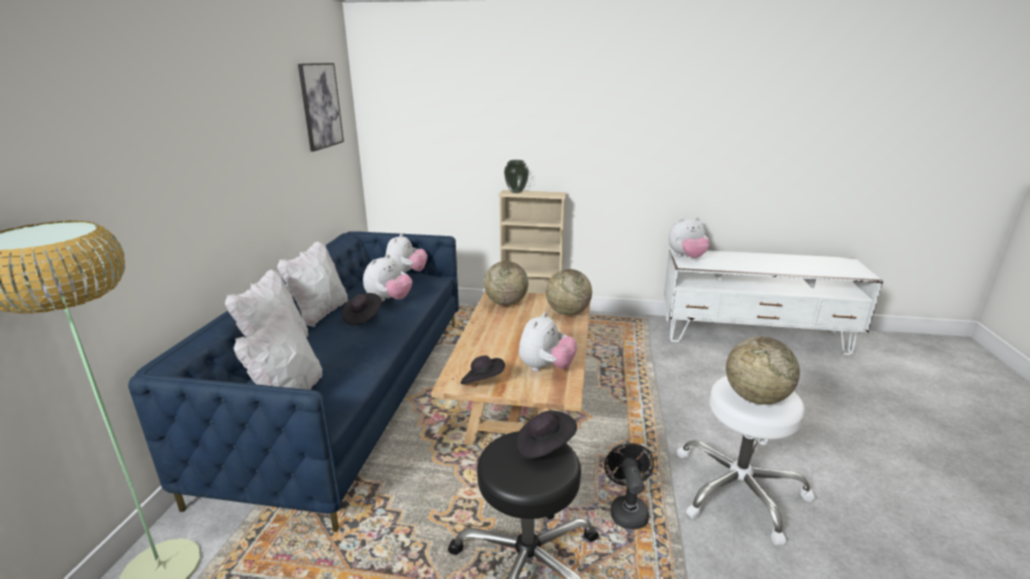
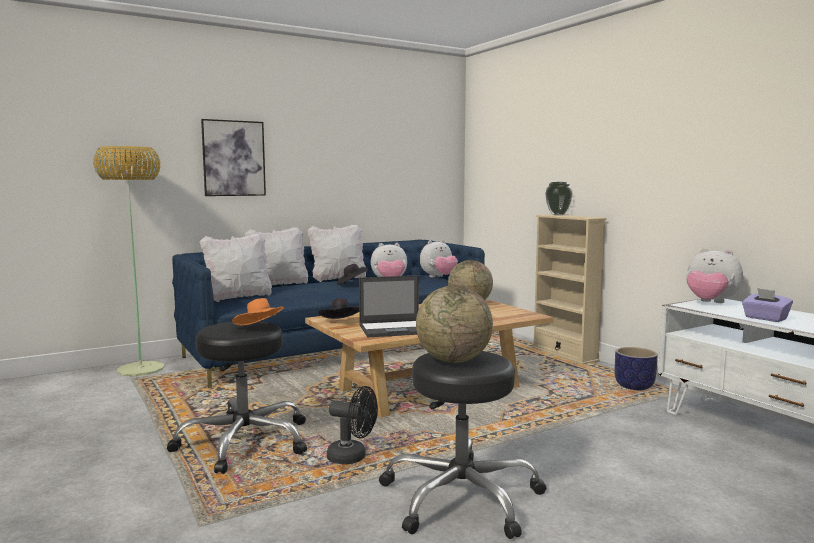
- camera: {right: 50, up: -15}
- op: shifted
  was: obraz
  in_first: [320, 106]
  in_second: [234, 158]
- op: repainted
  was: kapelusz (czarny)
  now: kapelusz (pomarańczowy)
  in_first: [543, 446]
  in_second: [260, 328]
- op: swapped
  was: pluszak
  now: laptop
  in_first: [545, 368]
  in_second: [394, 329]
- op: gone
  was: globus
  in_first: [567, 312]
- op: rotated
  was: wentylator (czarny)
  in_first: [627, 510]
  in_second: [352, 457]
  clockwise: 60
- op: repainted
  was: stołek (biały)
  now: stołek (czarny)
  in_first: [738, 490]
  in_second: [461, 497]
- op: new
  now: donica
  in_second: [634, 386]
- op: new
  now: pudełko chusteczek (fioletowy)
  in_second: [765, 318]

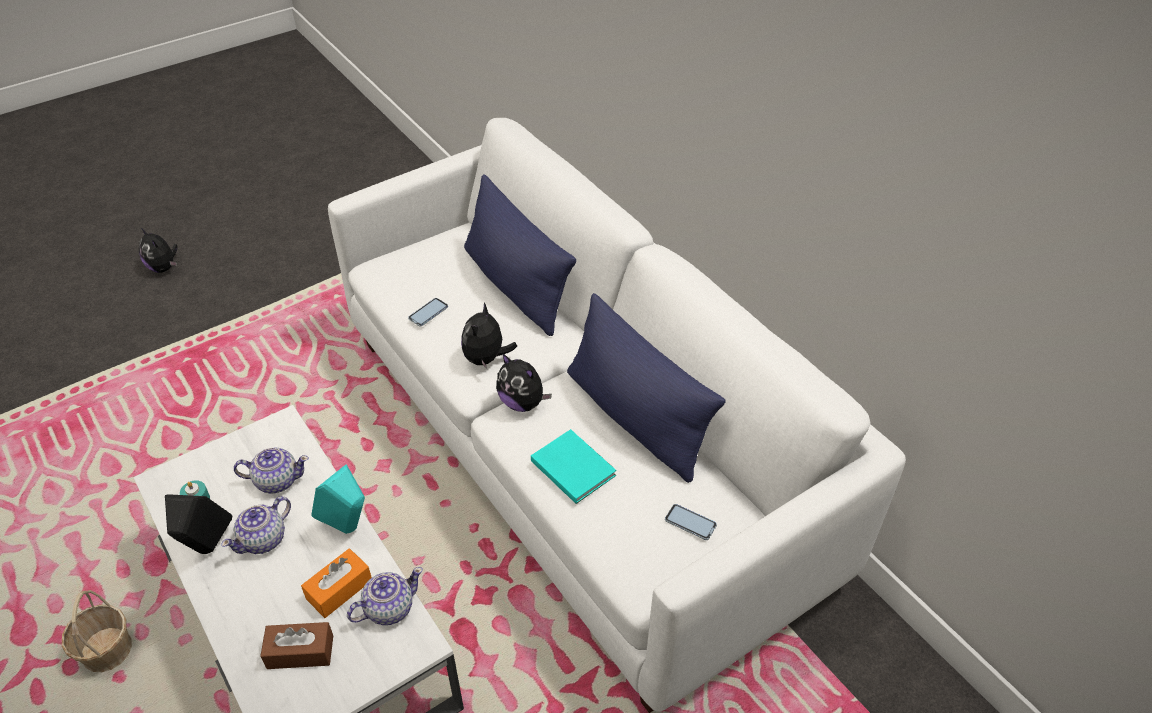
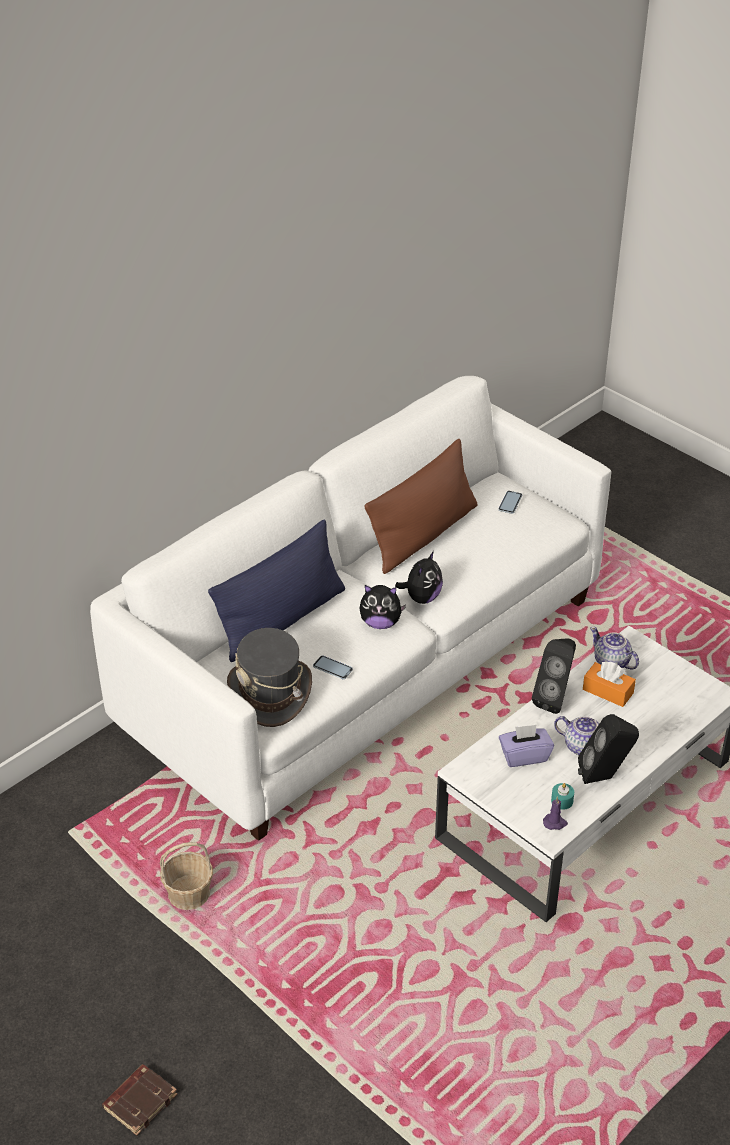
- camera: {right: -100, up: -5}
- op: shifted
  was: koszyk
  in_first: [107, 651]
  in_second: [189, 894]
- op: swapped
  was: pluszak
  now: książka (brązowy)
  in_first: [164, 268]
  in_second: [140, 1101]
- op: swapped
  was: imbryk
  now: pudełko chusteczek (fioletowy)
  in_first: [276, 480]
  in_second: [524, 756]
- op: gone
  was: pudełko chusteczek (brązowy)
  in_first: [300, 652]
- op: repainted
  was: głośnik (turkusowy)
  now: głośnik (czarny)
  in_first: [349, 529]
  in_second: [554, 699]
- op: gone
  was: książka (turkusowy)
  in_first: [572, 466]
- op: repainted
  was: poduszka (niebieski)
  now: poduszka (brązowy)
  in_first: [635, 418]
  in_second: [423, 535]
- op: new
  now: kapelusz (szary)
  in_second: [270, 692]
- op: new
  now: świeca (fioletowy)
  in_second: [555, 823]

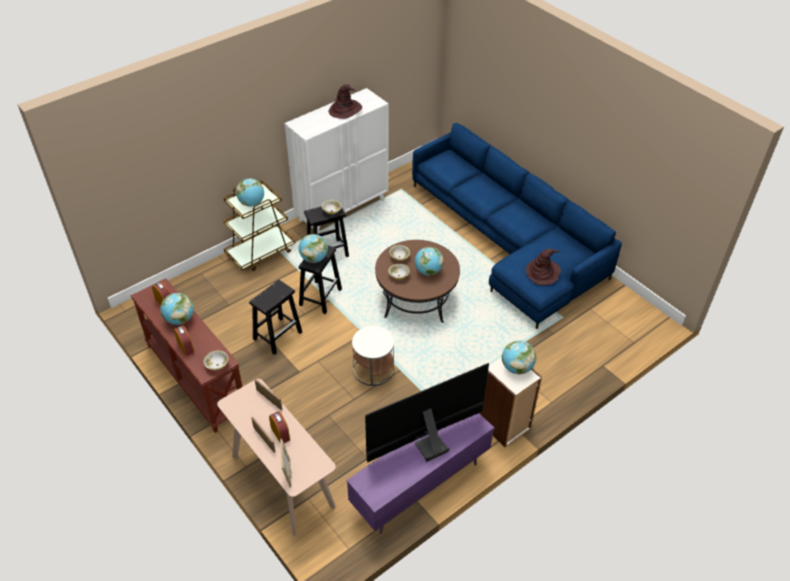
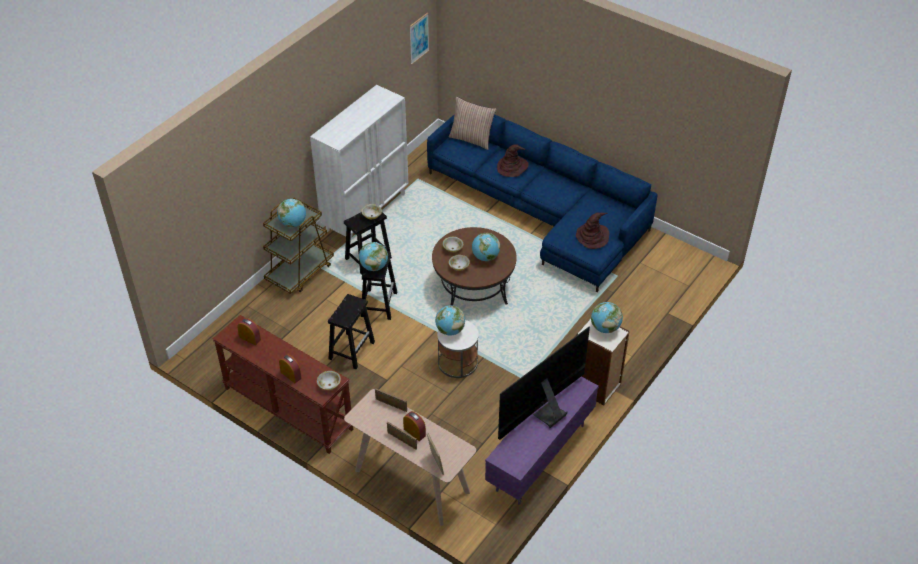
- camera: {right: -15, up: 0}
- op: shifted
  was: globus
  in_first: [179, 319]
  in_second: [450, 330]
- op: shifted
  was: kapelusz (brązowy)
  in_first: [345, 110]
  in_second: [512, 167]
- op: new
  now: obraz
  in_second: [419, 38]
- op: new
  now: poduszka
  in_second: [472, 139]

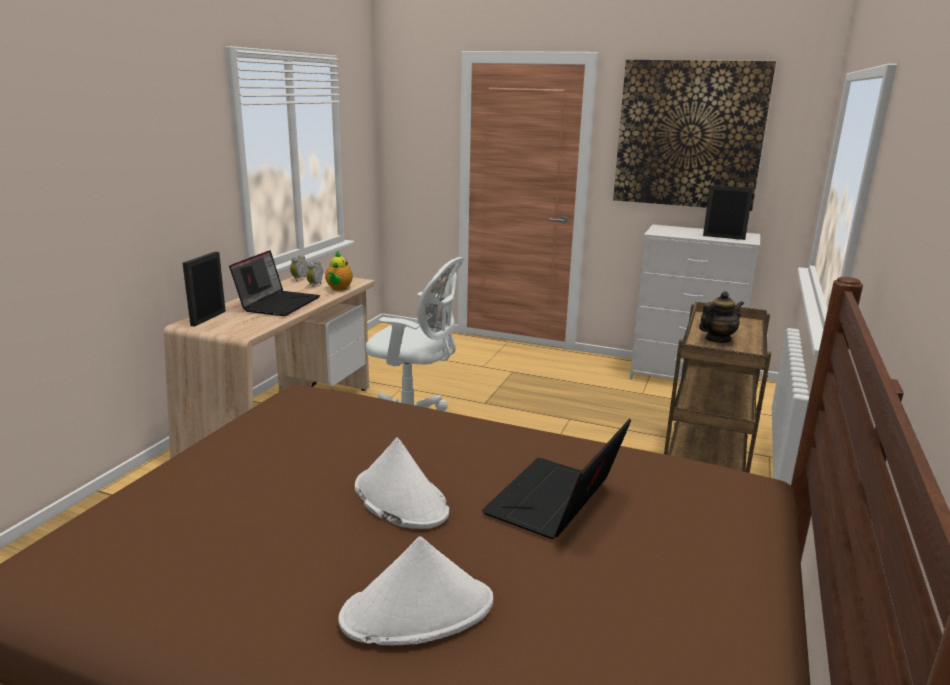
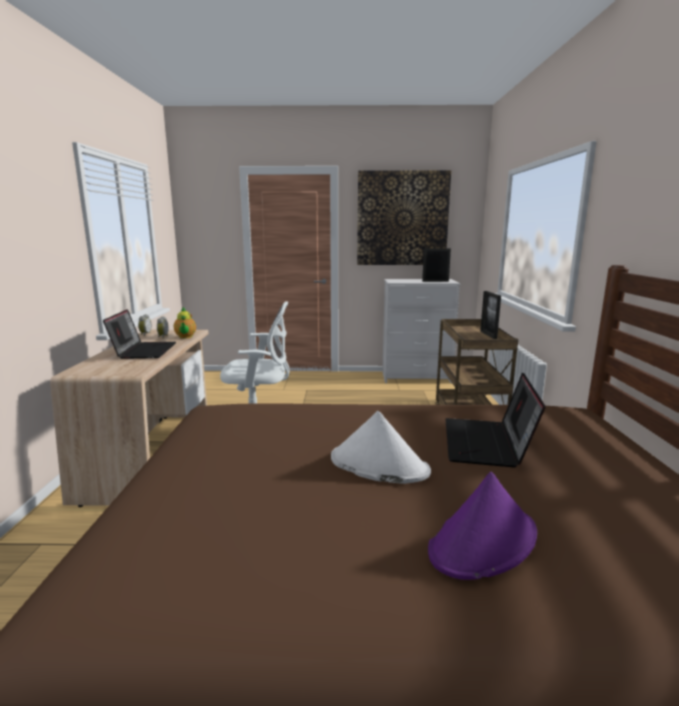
- camera: {right: -20, up: -5}
- op: shifted
  was: ramka na zdjęcie
  in_first: [208, 318]
  in_second: [488, 335]
- op: repainted
  was: kapelusz (biały)
  now: kapelusz (fioletowy)
  in_first: [418, 611]
  in_second: [483, 542]
- op: gone
  was: imbryk
  in_first: [717, 339]

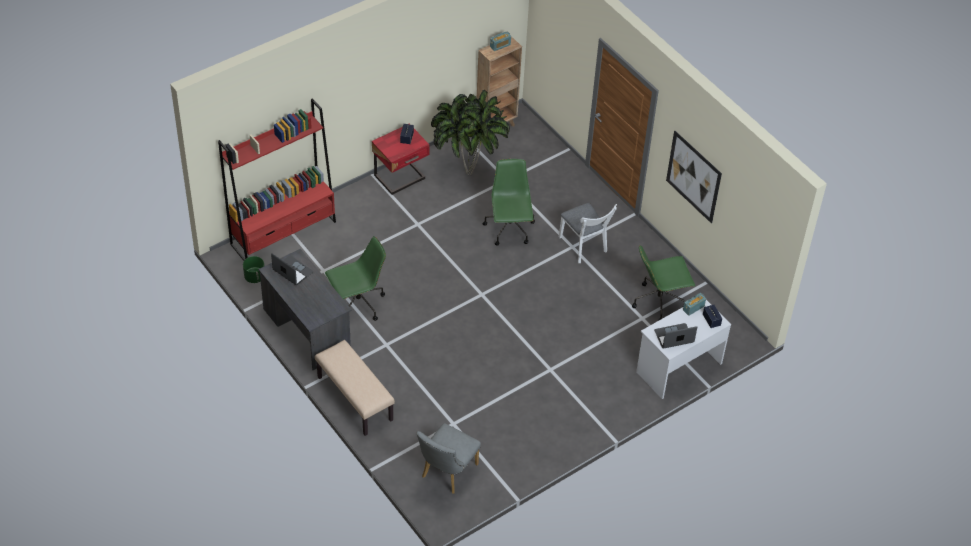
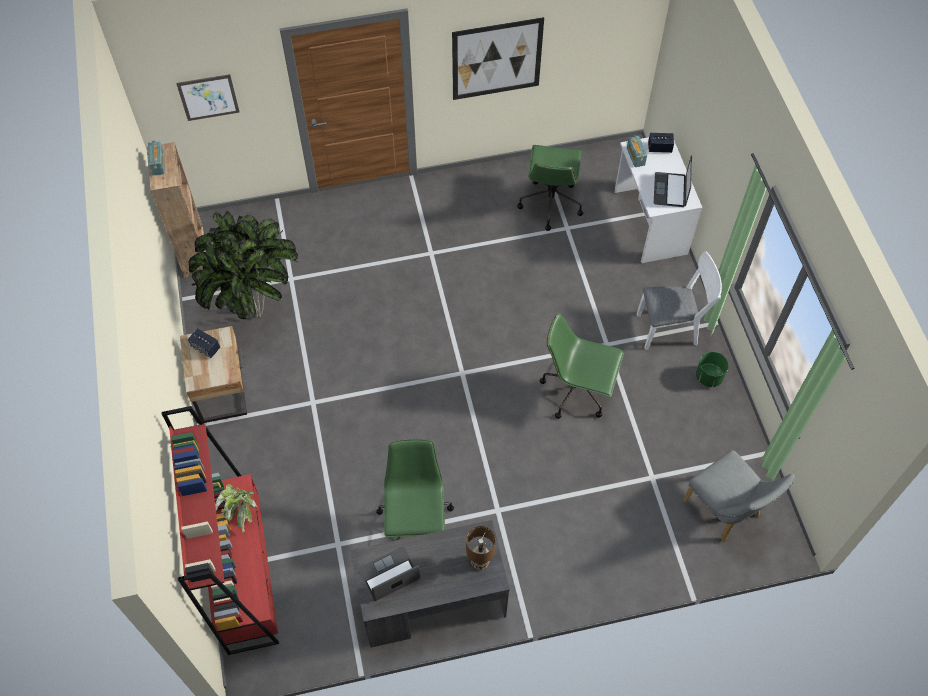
- camera: {right: -65, up: 10}
- op: shifted
  was: donica (zielony)
  in_first: [254, 277]
  in_second: [708, 377]
- op: gone
  was: ławka (beżowy)
  in_first: [354, 399]
- op: repainted
  was: szafka nocna (czerwony)
  now: szafka nocna (beżowy)
  in_first: [401, 178]
  in_second: [223, 393]
- op: shifted
  was: krzesło biurowe (zielony)
  in_first: [509, 229]
  in_second: [577, 391]
- op: shifted
  was: krzesło (biały)
  in_first: [584, 247]
  in_second: [672, 328]
- op: new
  now: obraz
  in_second: [208, 97]
- op: new
  now: roślina doniczkowa
  in_second: [241, 511]
- op: new
  now: lampa stołowa (brązowy)
  in_second: [479, 561]

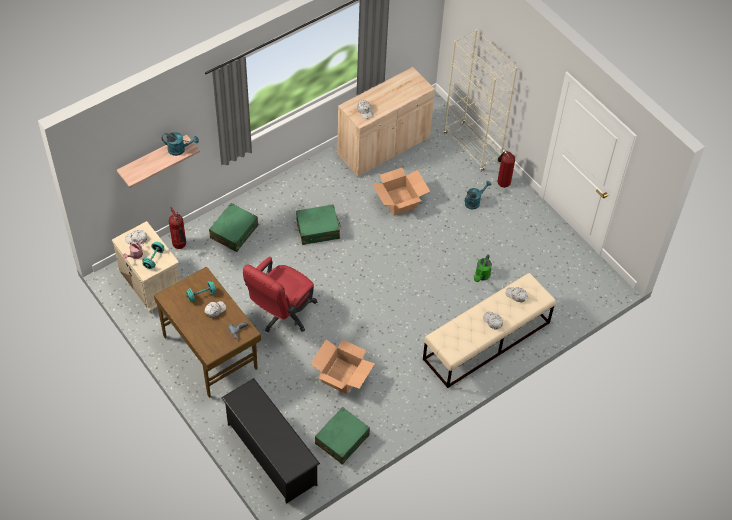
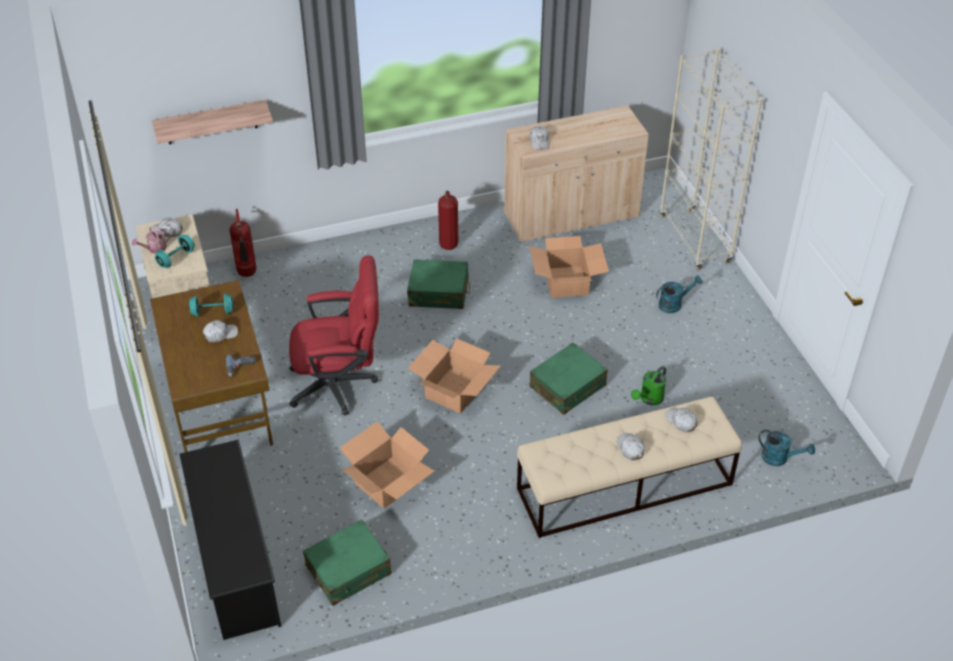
- camera: {right: 20, up: -10}
- op: shifted
  was: konewka (turkusowy)
  in_first: [179, 149]
  in_second: [779, 458]
- op: shifted
  was: walizka (zielony)
  in_first: [234, 232]
  in_second: [568, 386]
- op: rotated
  was: krzesło biurowe (czerwony)
  in_first: [282, 314]
  in_second: [340, 384]
  clockwise: -150
- op: shifted
  was: gaśnica
  in_first: [502, 182]
  in_second: [448, 244]
- op: new
  now: karton
  in_second: [454, 390]

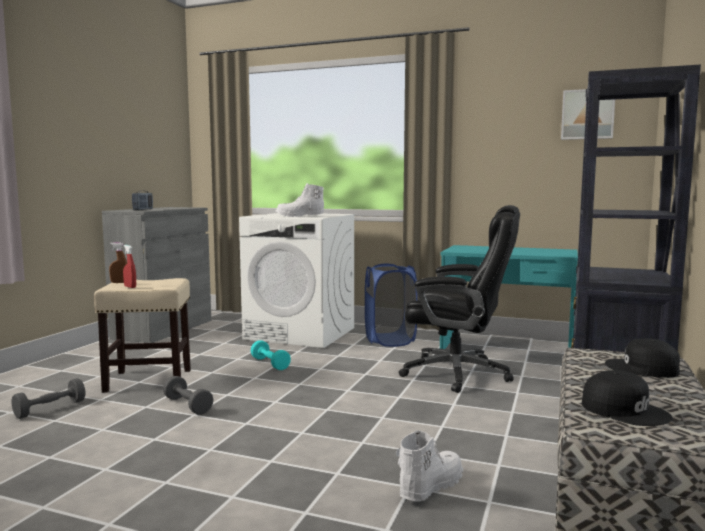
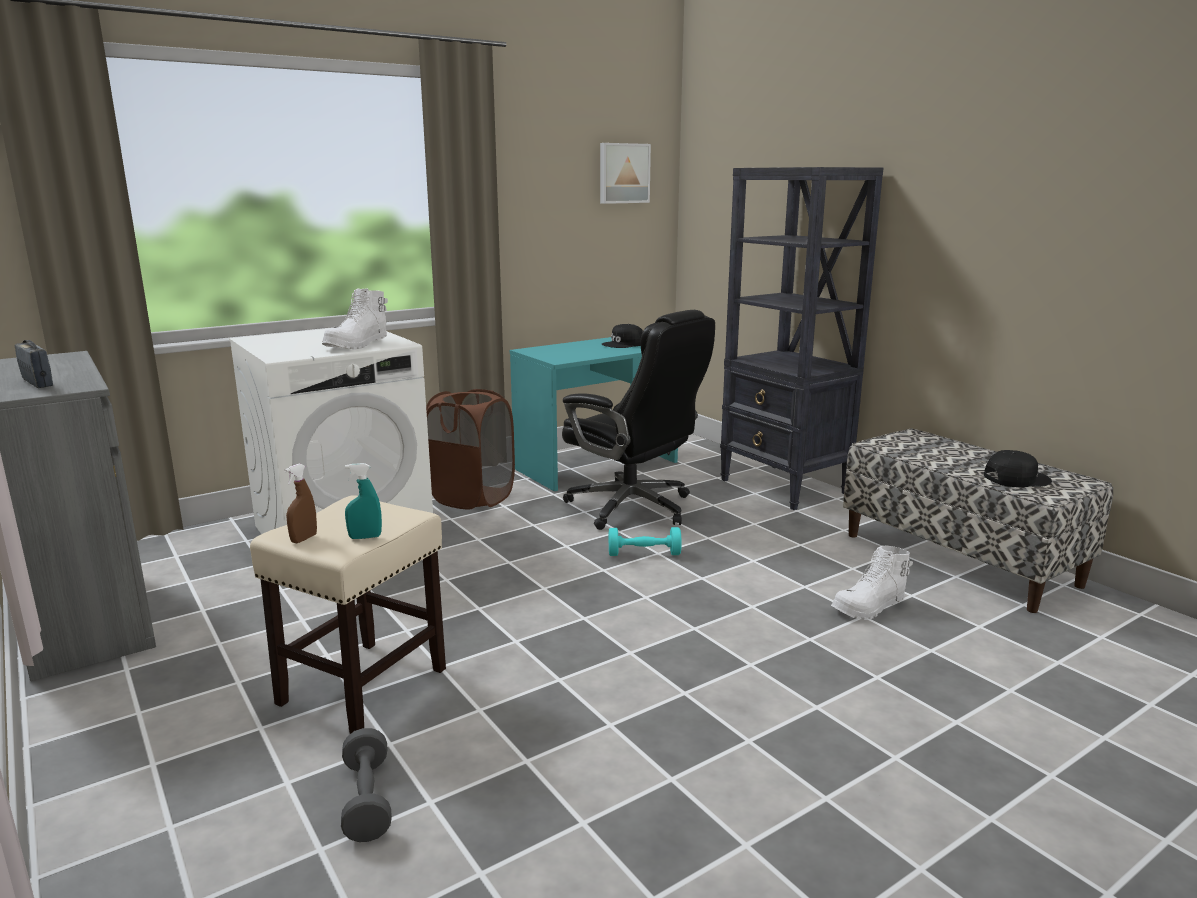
- camera: {right: -55, up: 10}
- op: repainted
  was: spryskiwacz (czerwony)
  now: spryskiwacz (turkusowy)
  in_first: [130, 287]
  in_second: [365, 537]
- op: gone
  was: hantel (szary)
  in_first: [188, 405]
- op: shifted
  was: hantel (turkusowy)
  in_first: [270, 364]
  in_second: [644, 554]
- op: repainted
  was: kosz na pranie (niebieski)
  now: kosz na pranie (brązowy)
  in_first: [390, 340]
  in_second: [472, 498]
- op: rotated
  was: but z cholewką (biały)
  in_first: [430, 486]
  in_second: [869, 608]
  clockwise: -105
- op: rotated
  was: krzesło biurowe (czarny)
  in_first: [458, 374]
  in_second: [633, 507]
  clockwise: 75
- op: shifted
  was: czapka z daszkiem (czarny)
  in_first: [642, 369]
  in_second: [624, 344]

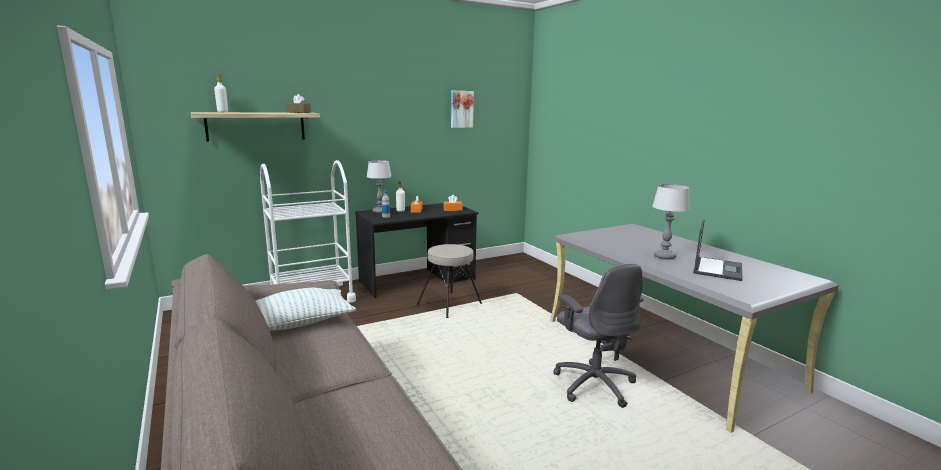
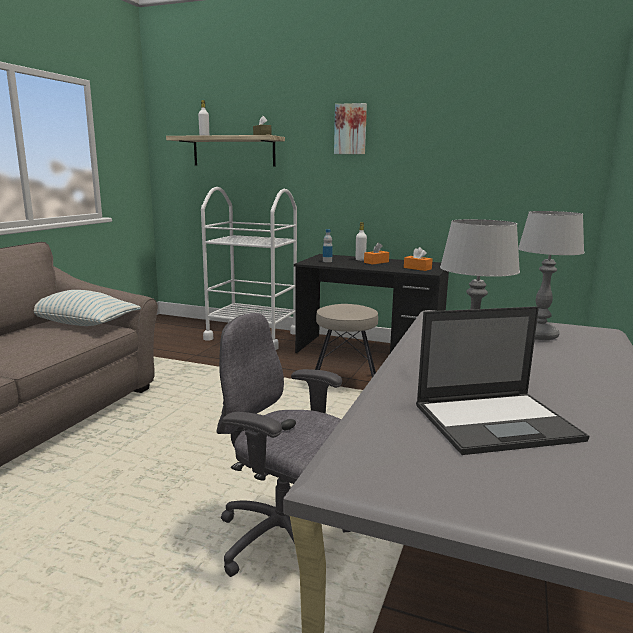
- camera: {right: 50, up: 0}
- op: shifted
  was: lampa stołowa
  in_first: [380, 212]
  in_second: [540, 336]
- op: shifted
  was: obraz
  in_first: [461, 109]
  in_second: [350, 129]
- op: rotated
  was: krzesło biurowe (szary)
  in_first: [594, 384]
  in_second: [284, 540]
  clockwise: 90

